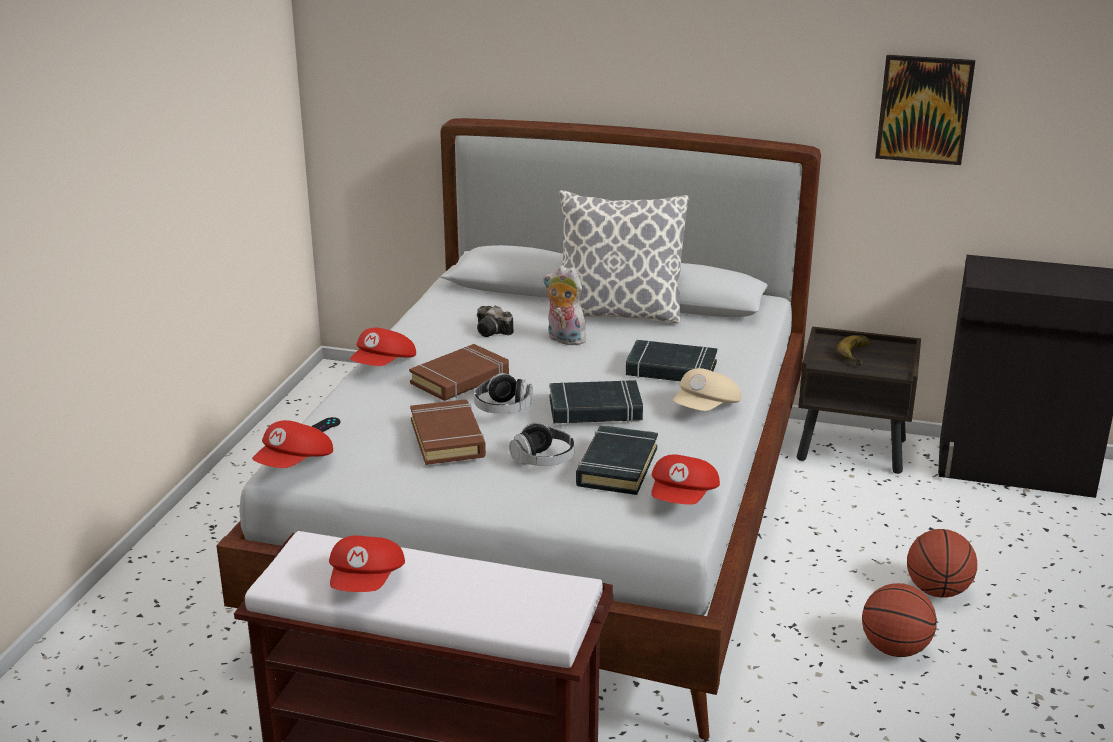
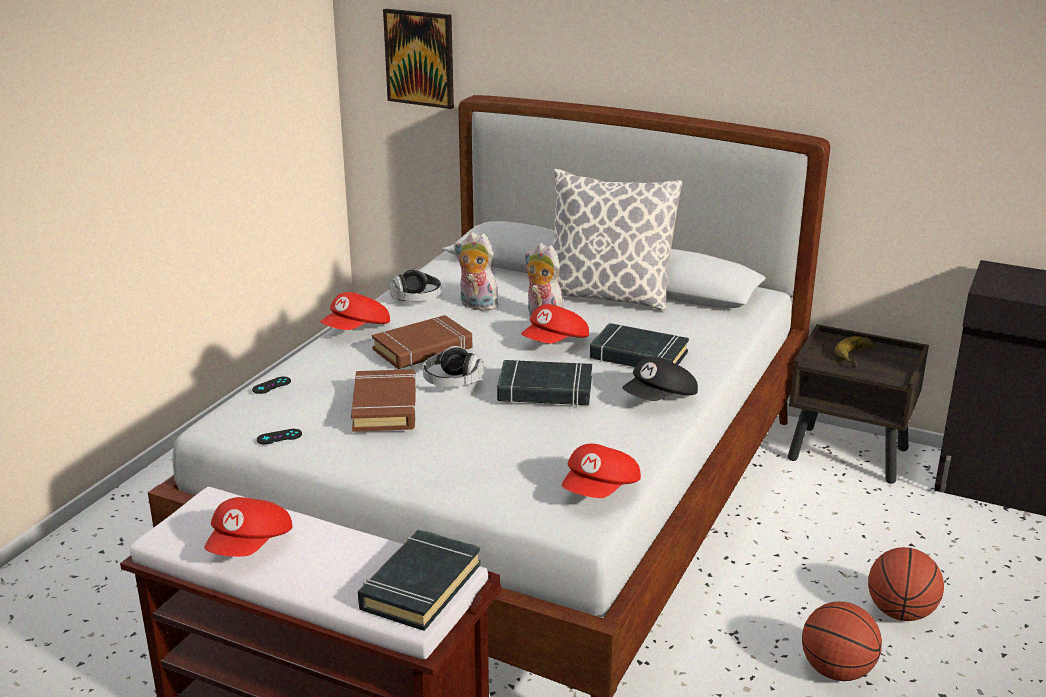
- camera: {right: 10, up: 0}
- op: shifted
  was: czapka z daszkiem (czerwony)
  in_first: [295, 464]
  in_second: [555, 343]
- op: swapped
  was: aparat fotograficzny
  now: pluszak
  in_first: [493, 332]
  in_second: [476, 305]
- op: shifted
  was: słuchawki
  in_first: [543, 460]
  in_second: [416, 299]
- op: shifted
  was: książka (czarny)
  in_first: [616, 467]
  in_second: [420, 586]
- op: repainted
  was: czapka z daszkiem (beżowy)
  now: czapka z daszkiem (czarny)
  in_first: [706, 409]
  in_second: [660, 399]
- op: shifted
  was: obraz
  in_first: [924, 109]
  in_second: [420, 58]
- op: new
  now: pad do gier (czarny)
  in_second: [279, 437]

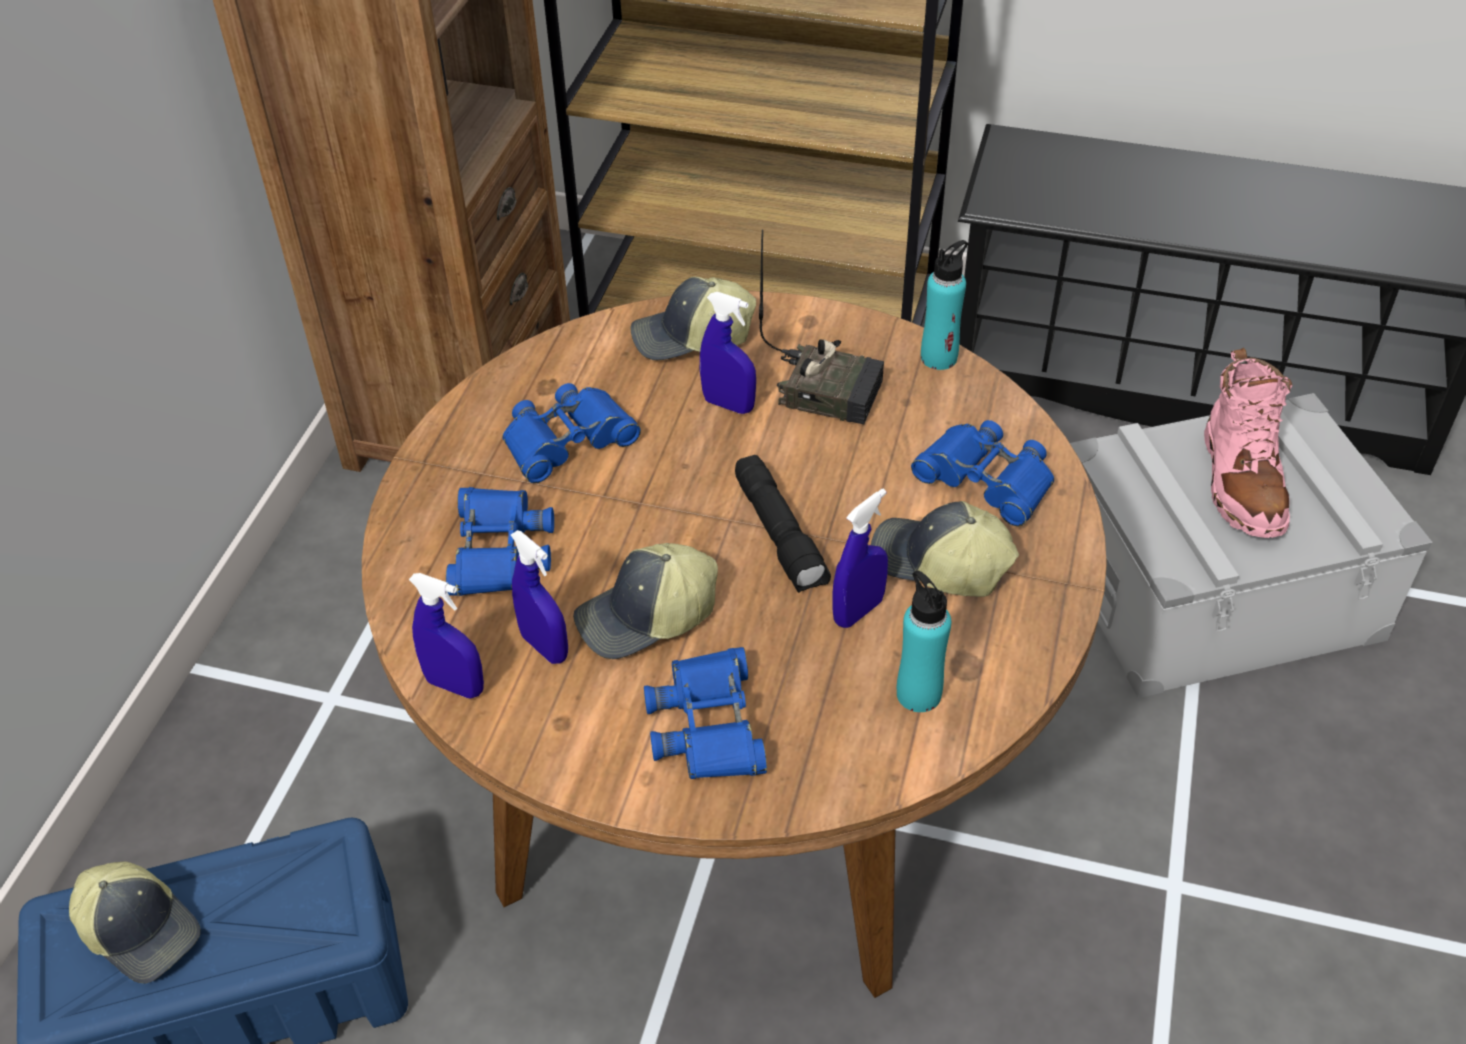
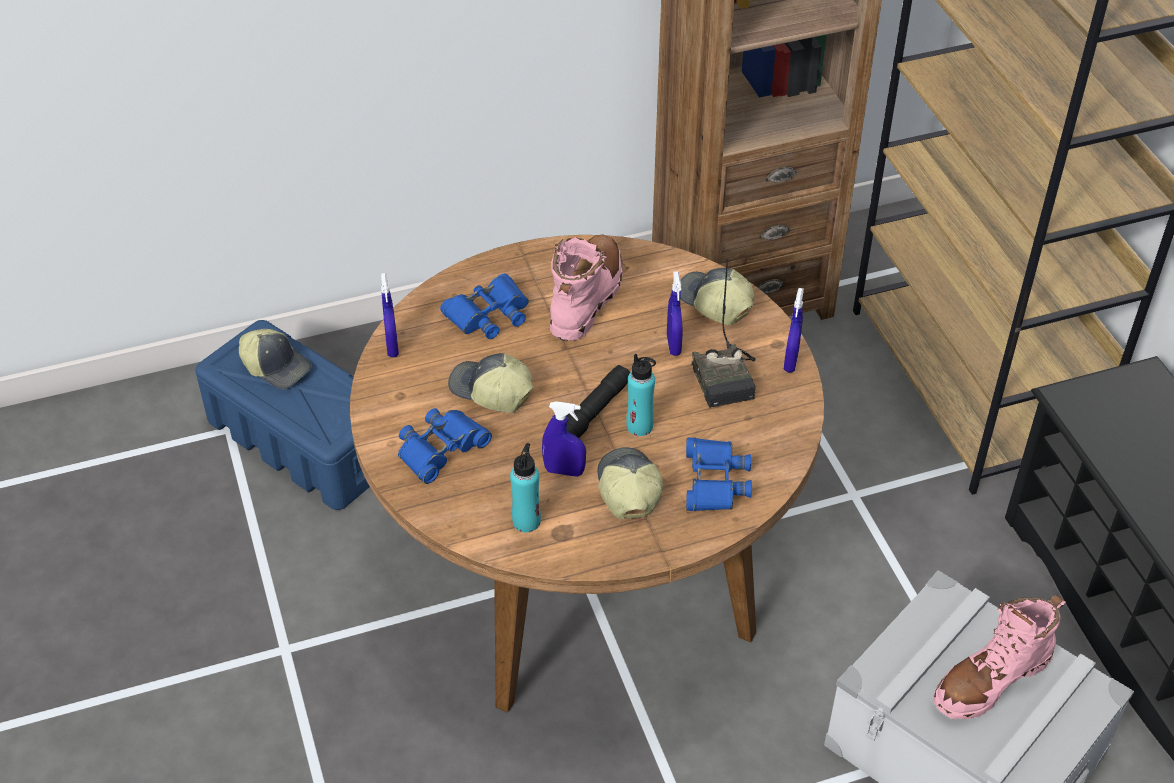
- camera: {right: 55, up: 0}
- op: rotated
  was: czapka z daszkiem
  in_first: [141, 929]
  in_second: [276, 366]
  clockwise: -60
- op: swapped
  was: lornetka (niebieski)
  now: but z cholewką (różowy)
  in_first: [567, 440]
  in_second: [587, 297]
- op: shifted
  was: spryskiwacz (niebieski)
  in_first: [544, 647]
  in_second: [791, 361]
- op: shifted
  was: butelka (turkusowy)
  in_first: [939, 357]
  in_second: [639, 426]

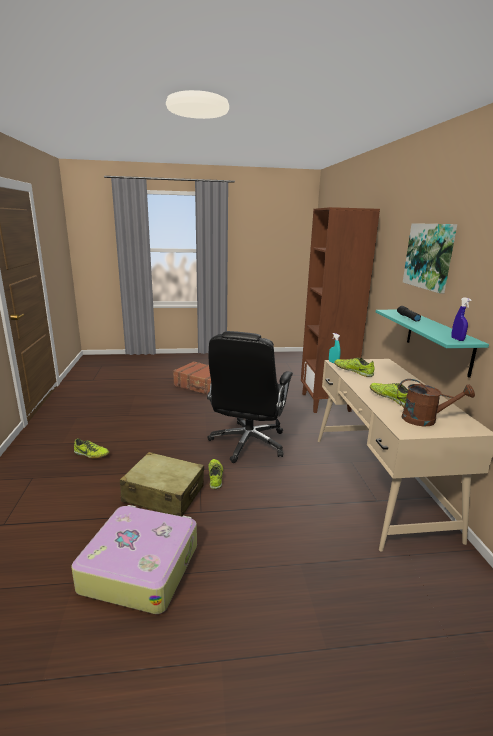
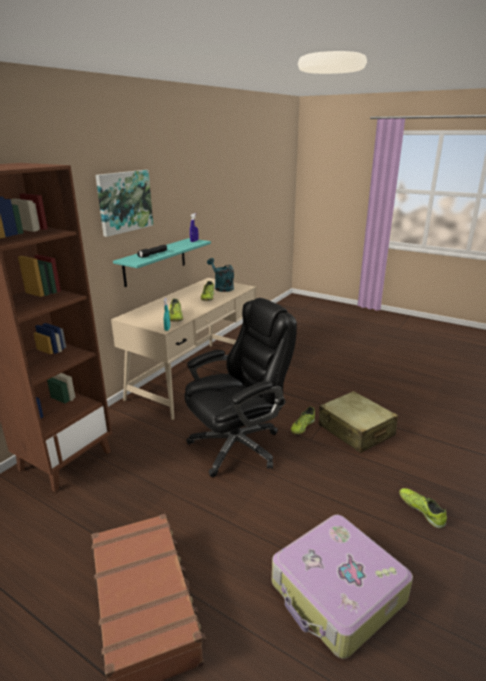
- camera: {right: -140, up: 5}
- op: shifted
  was: walizka
  in_first: [140, 566]
  in_second: [337, 593]
- op: repainted
  was: konewka (brązowy)
  now: konewka (turkusowy)
  in_first: [425, 420]
  in_second: [222, 287]

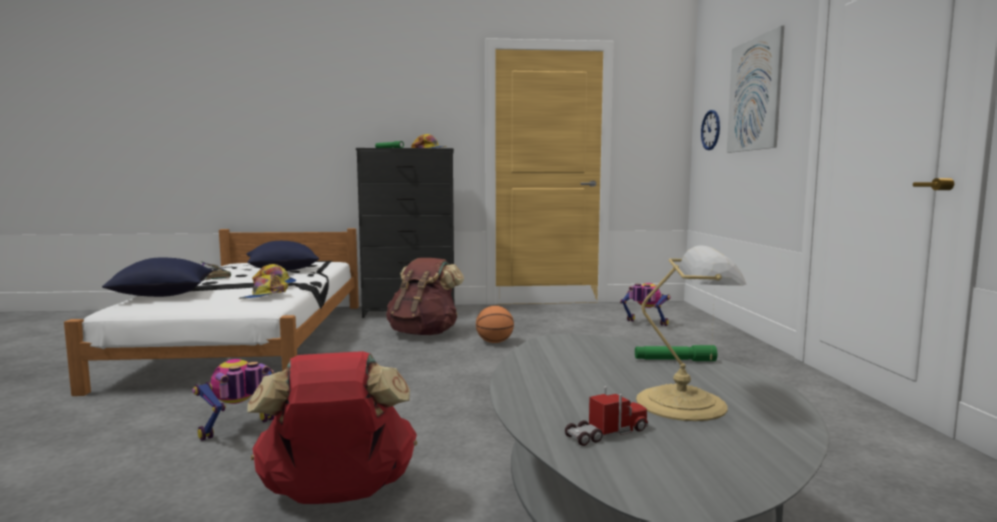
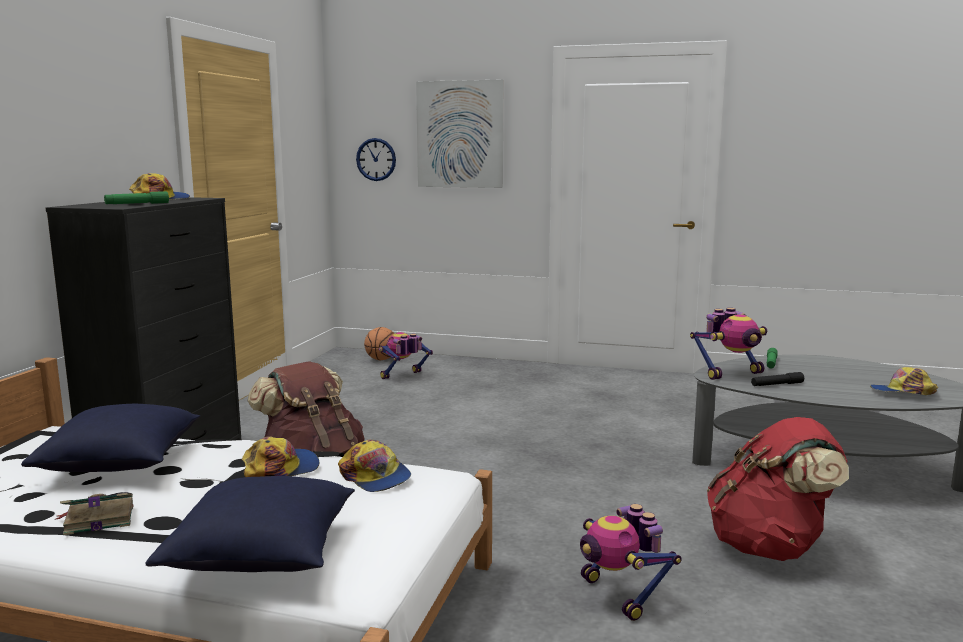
- camera: {right: -70, up: 5}
- op: shifted
  was: piłka do koszykówki
  in_first: [494, 342]
  in_second: [381, 359]
- op: swapped
  was: ciężarówka zabawkowa
  now: czapka z daszkiem
  in_first: [606, 433]
  in_second: [903, 393]
- op: gone
  was: lampa stołowa
  in_first: [686, 403]
- op: new
  now: robot zabawkowy
  in_second: [730, 373]
- op: new
  now: latarka (czarny)
  in_second: [777, 384]

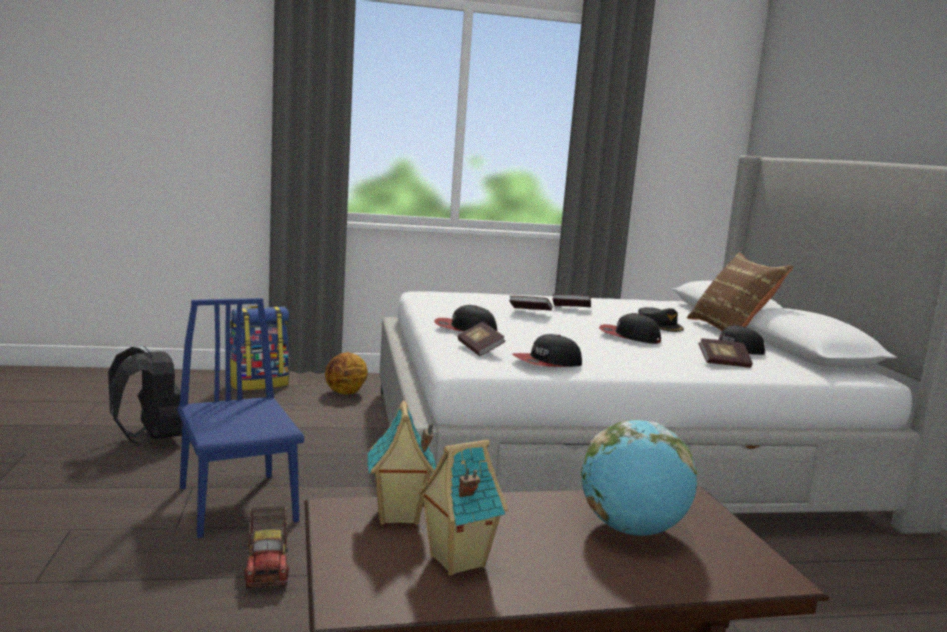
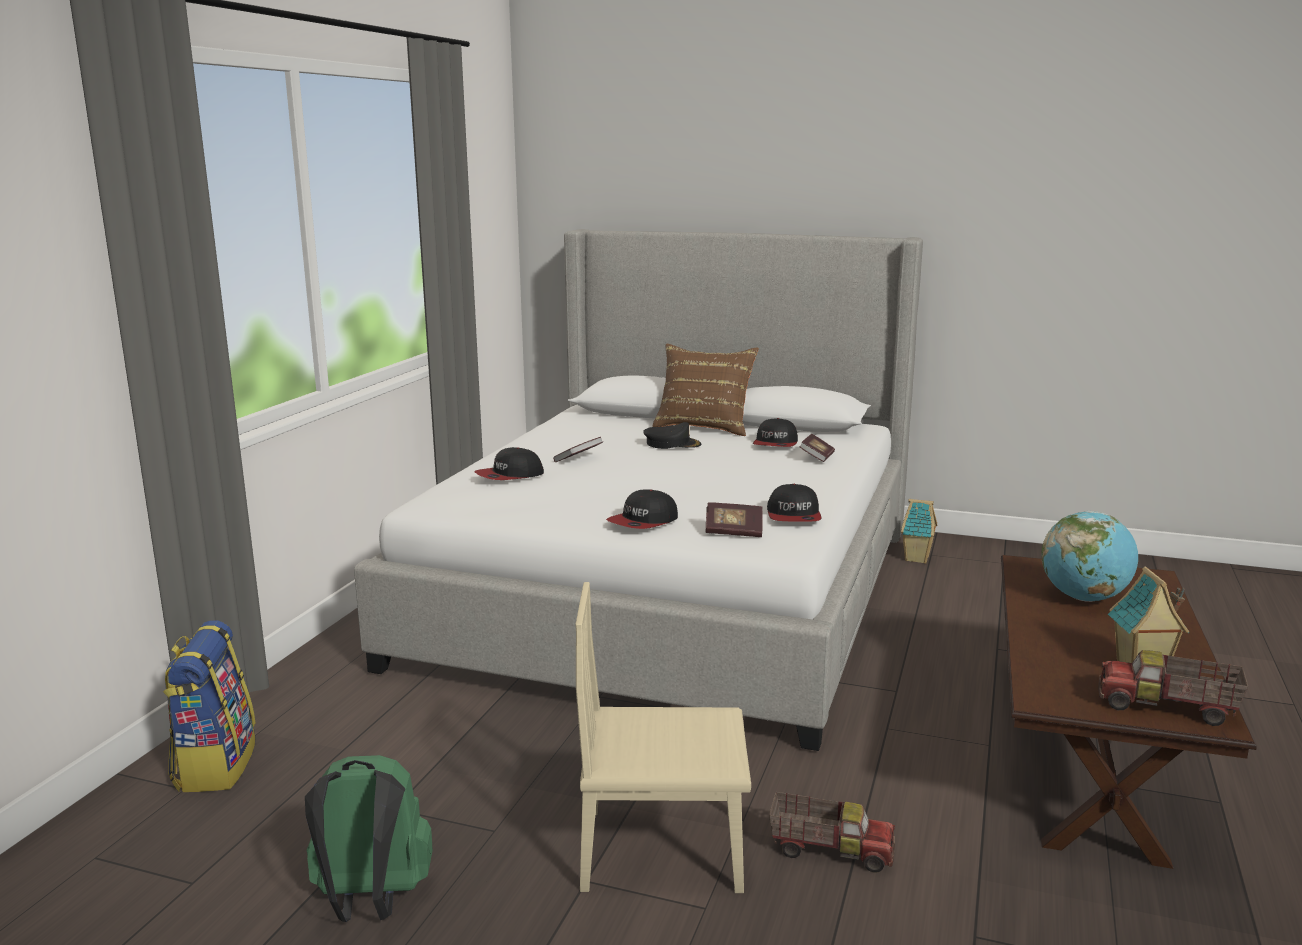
- camera: {right: -60, up: 5}
- op: repainted
  was: plecak (czarny)
  now: plecak (zielony)
  in_first: [152, 439]
  in_second: [371, 901]
- op: repainted
  was: krzesło (niebieski)
  now: krzesło (beżowy)
  in_first: [237, 504]
  in_second: [662, 850]
- op: gone
  was: piłka do koszykówki
  in_first: [345, 393]
- op: shifted
  was: domek
  in_first: [398, 516]
  in_second: [917, 559]
- op: gone
  was: książka
  in_first: [530, 312]
- op: shifted
  was: czapka z daszkiem
  in_first: [629, 337]
  in_second: [509, 476]
- op: new
  now: ciężarówka zabawkowa
  in_second: [1167, 708]

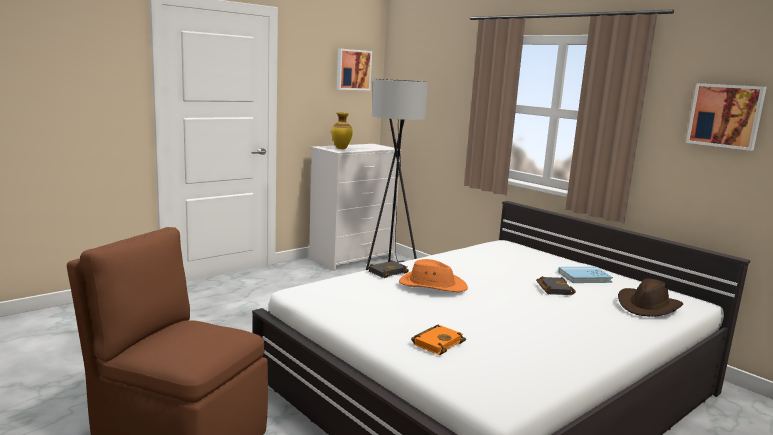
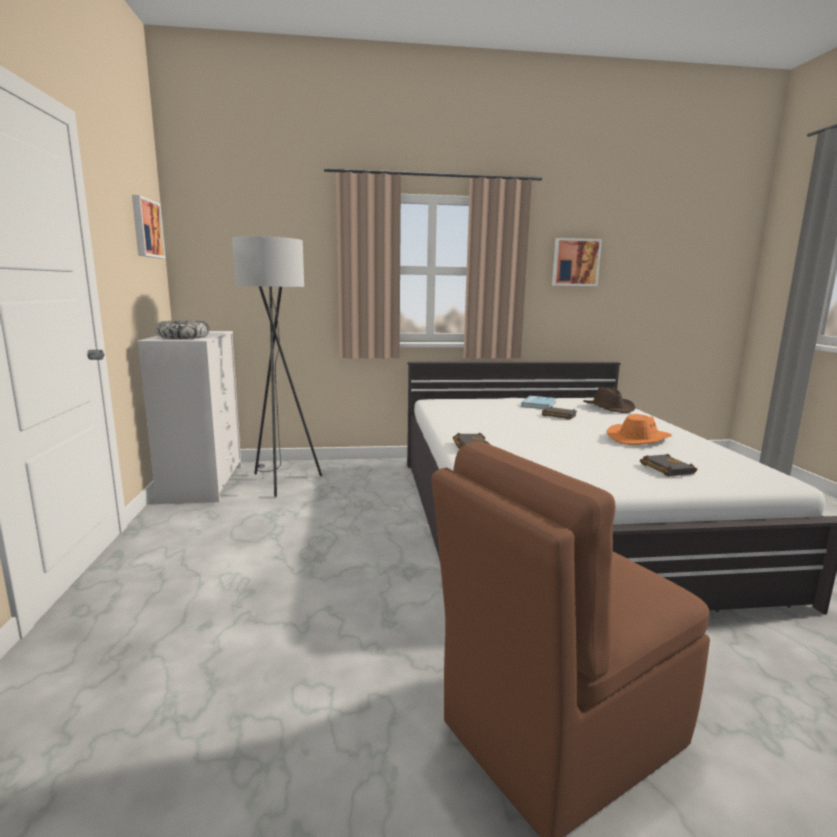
- camera: {right: -55, up: 0}
- op: swapped
  was: wazon
  now: miska
  in_first: [341, 148]
  in_second: [183, 337]
- op: shifted
  was: kapelusz (pomarańczowy)
  in_first: [432, 285]
  in_second: [639, 438]
- op: repainted
  was: książka (pomarańczowy)
  now: książka (czarny)
  in_first: [437, 342]
  in_second: [664, 469]

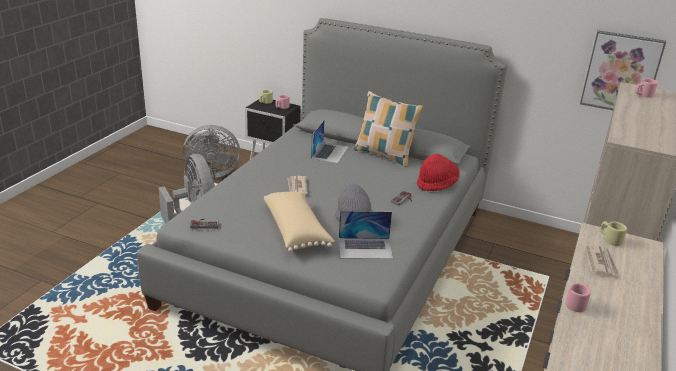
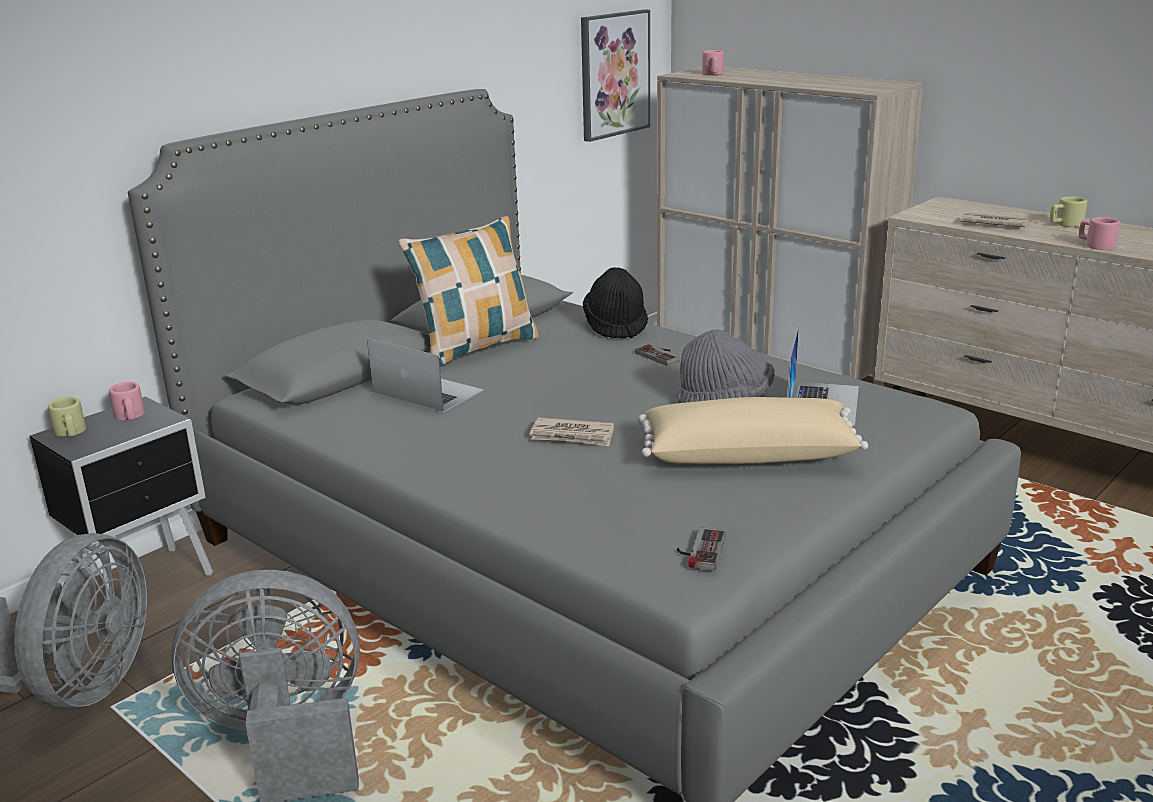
- camera: {right: -70, up: -5}
- op: repainted
  was: kapelusz (czerwony)
  now: kapelusz (czarny)
  in_first: [437, 184]
  in_second: [616, 326]
- op: shifted
  was: kubek (beżowy)
  in_first: [610, 239]
  in_second: [1065, 224]

